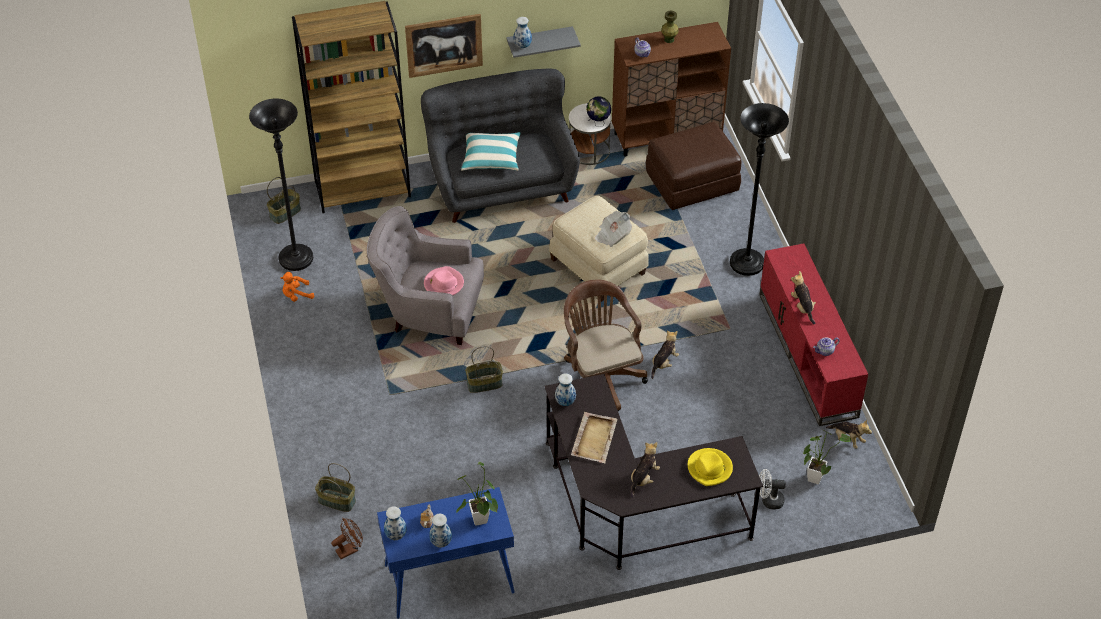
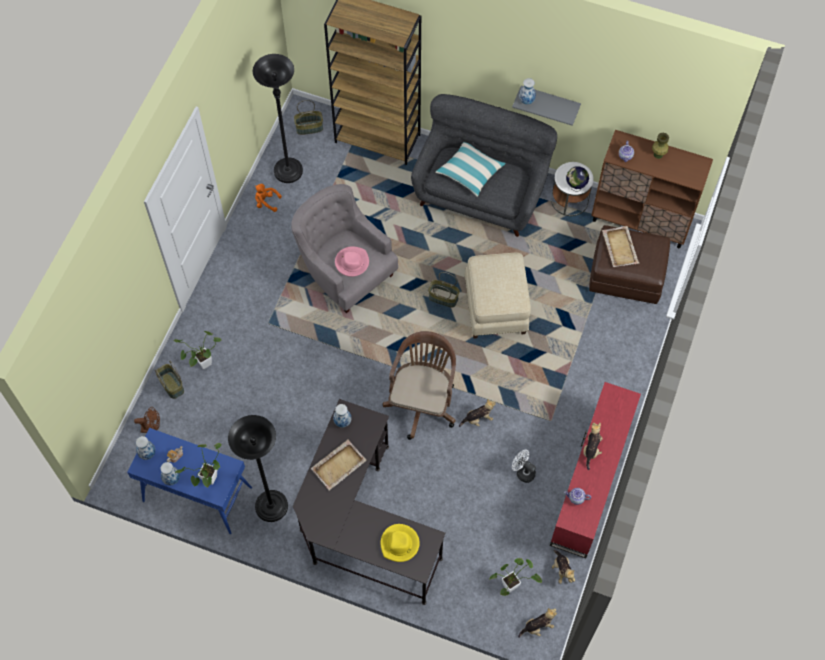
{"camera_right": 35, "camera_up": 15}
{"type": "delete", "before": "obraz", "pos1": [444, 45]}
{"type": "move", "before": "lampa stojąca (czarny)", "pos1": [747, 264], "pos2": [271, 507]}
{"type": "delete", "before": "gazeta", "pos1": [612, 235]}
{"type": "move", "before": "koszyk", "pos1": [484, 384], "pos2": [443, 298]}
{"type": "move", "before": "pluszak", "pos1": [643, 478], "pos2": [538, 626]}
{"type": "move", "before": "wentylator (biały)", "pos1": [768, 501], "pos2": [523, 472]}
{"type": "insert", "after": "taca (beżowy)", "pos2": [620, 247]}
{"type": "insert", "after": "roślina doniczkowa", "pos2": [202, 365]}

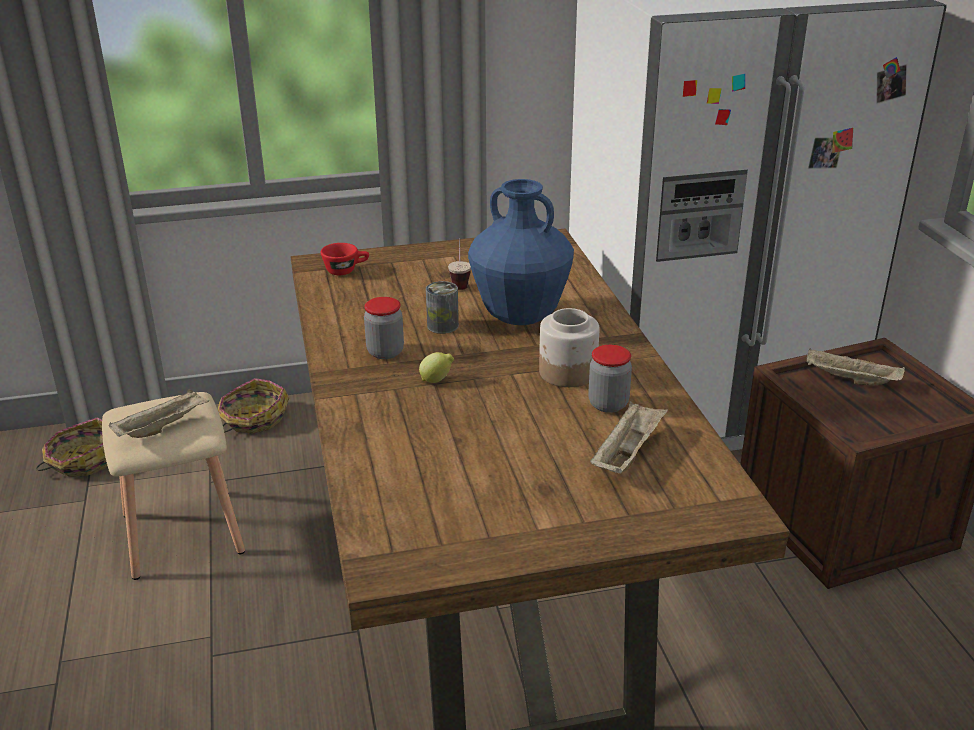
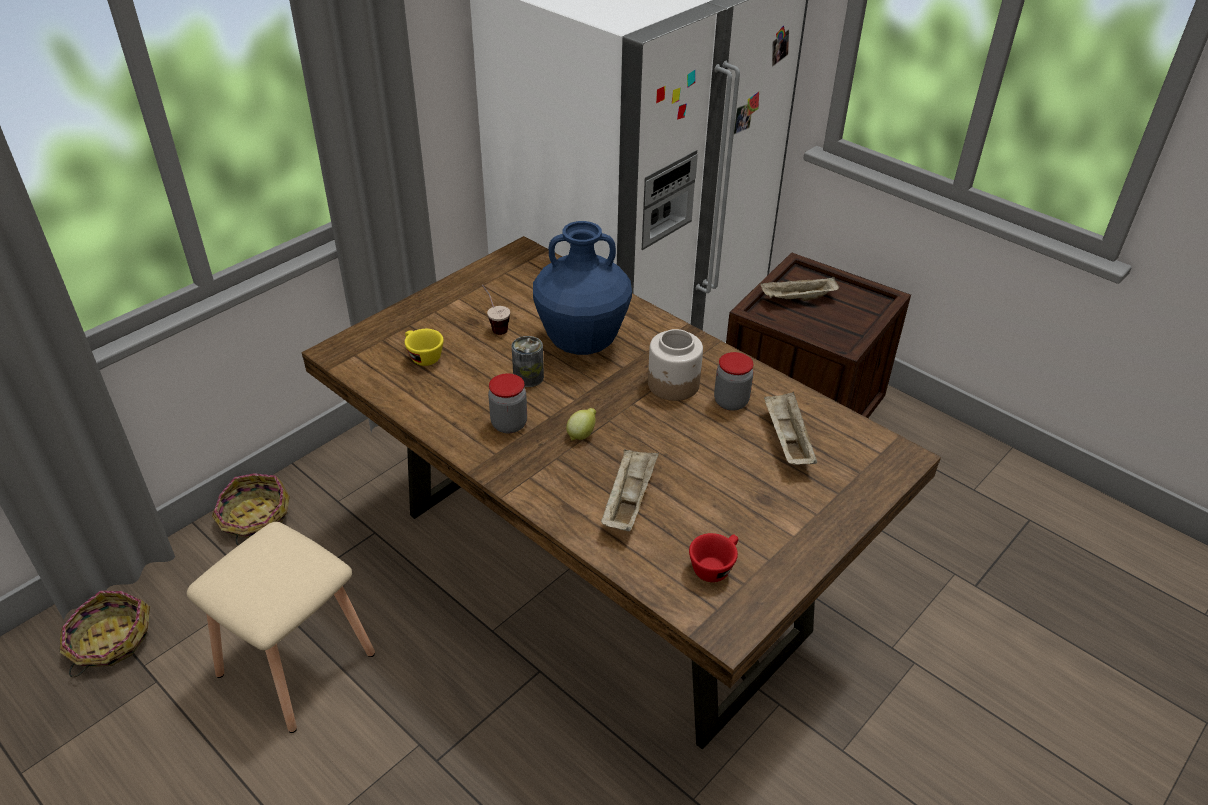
{"camera_right": -35, "camera_up": 10}
{"type": "move", "before": "filiżanka (czerwony)", "pos1": [346, 270], "pos2": [714, 566]}
{"type": "move", "before": "taca (beżowy)", "pos1": [163, 427], "pos2": [629, 500]}
{"type": "insert", "after": "filiżanka (żółty)", "pos2": [422, 356]}

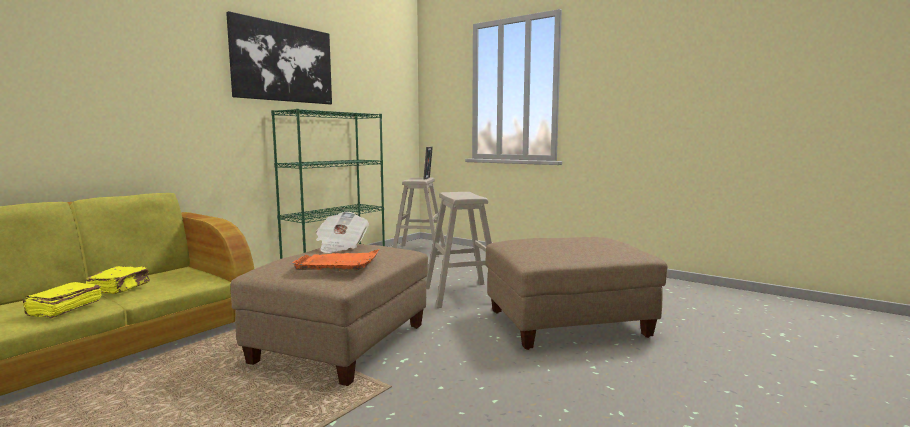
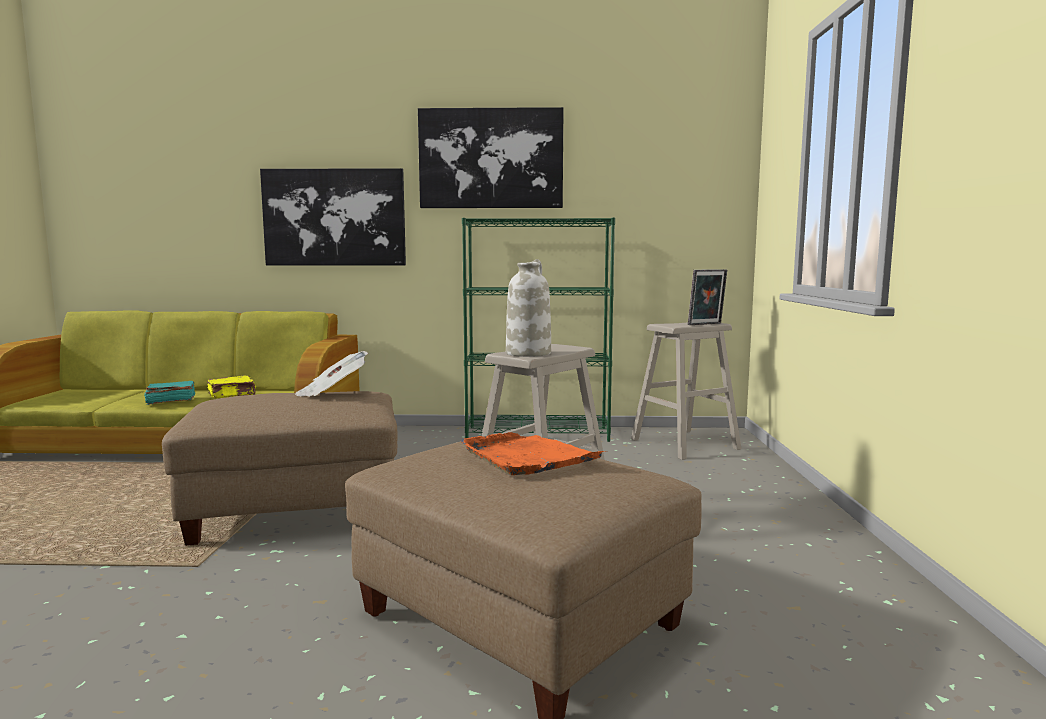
{"camera_right": 55, "camera_up": 0}
{"type": "move", "before": "taca (pomarańczowy)", "pos1": [338, 263], "pos2": [528, 457]}
{"type": "recolor", "before": "książka (żółty)", "after": "książka (turkusowy)", "pos1": [64, 309], "pos2": [170, 401]}
{"type": "insert", "after": "obraz", "pos2": [334, 217]}
{"type": "insert", "after": "wazon (biały)", "pos2": [528, 353]}

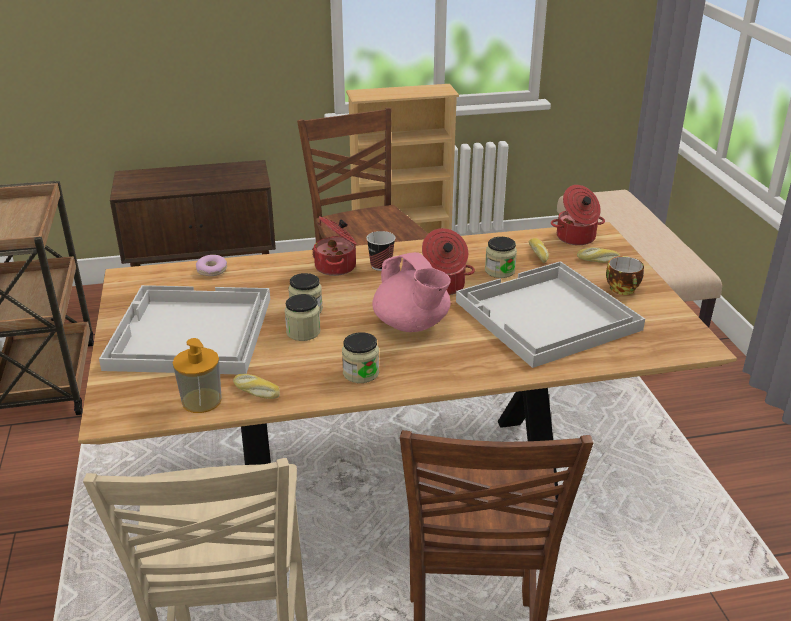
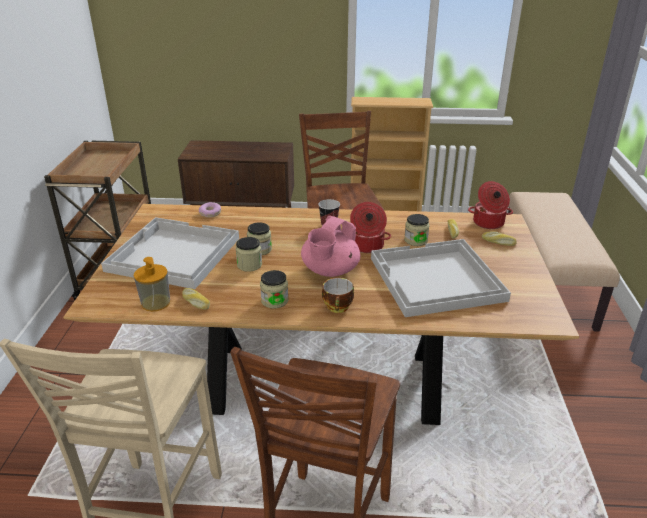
{"camera_right": 15, "camera_up": 0}
{"type": "delete", "before": "garnek", "pos1": [337, 267]}
{"type": "rotate", "before": "imbryk (różowy)", "pos1": [412, 325], "pos2": [330, 271], "turn": 45}
{"type": "move", "before": "filiżanka", "pos1": [624, 289], "pos2": [338, 307]}

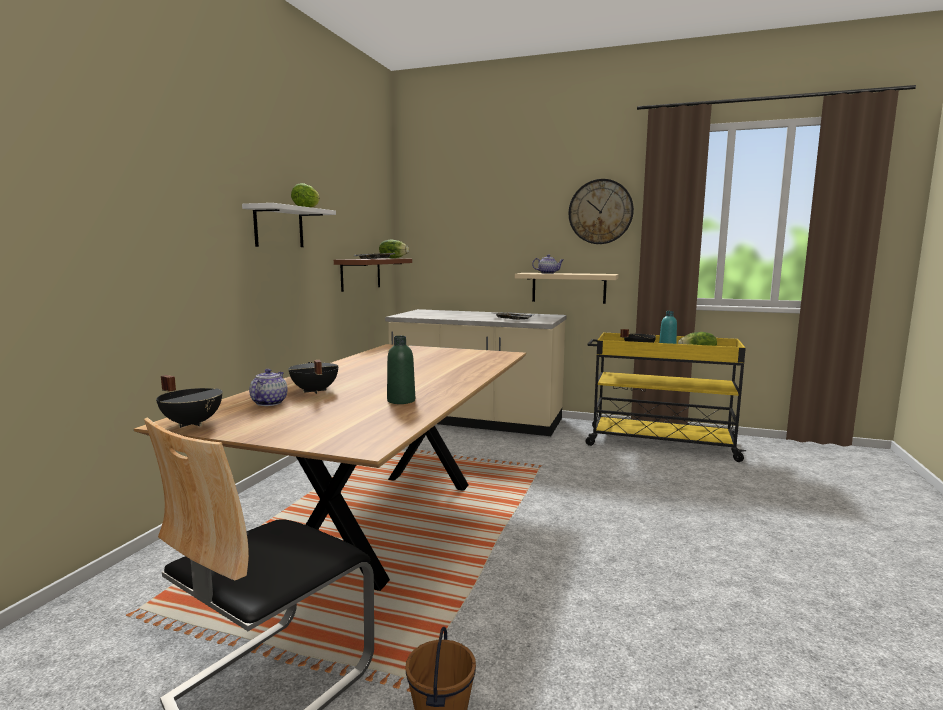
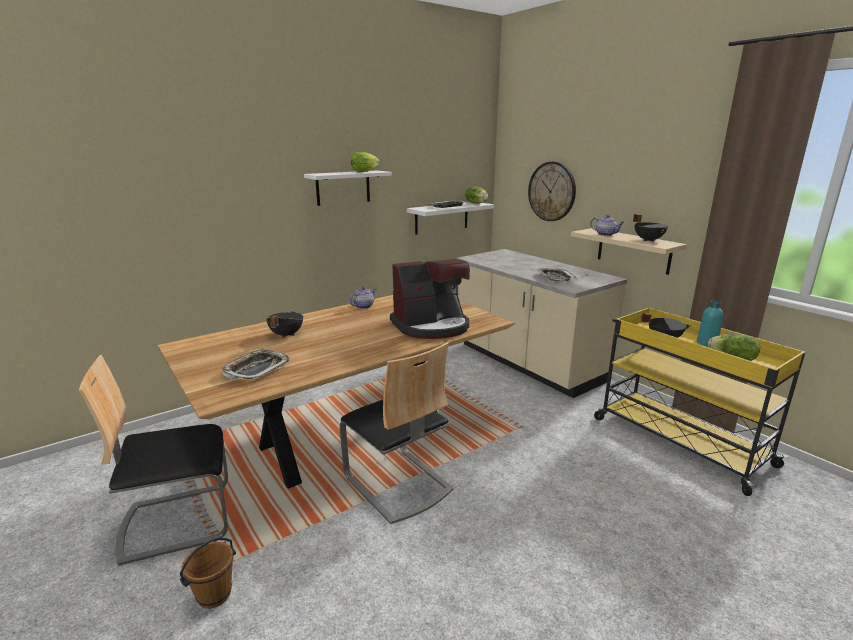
{"camera_right": 35, "camera_up": 10}
{"type": "move", "before": "zegar ścienny", "pos1": [600, 212], "pos2": [552, 191]}
{"type": "recolor", "before": "półka (brązowy)", "after": "półka (biały)", "pos1": [360, 274], "pos2": [441, 217]}
{"type": "delete", "before": "butelka (zielony)", "pos1": [401, 401]}
{"type": "move", "before": "imbryk", "pos1": [269, 403], "pos2": [364, 306]}
{"type": "move", "before": "garnek (czarny)", "pos1": [193, 423], "pos2": [648, 240]}
{"type": "insert", "after": "ekspres do kawy", "pos2": [431, 326]}
{"type": "insert", "after": "krzesło", "pos2": [397, 483]}
{"type": "insert", "after": "taca", "pos2": [257, 369]}

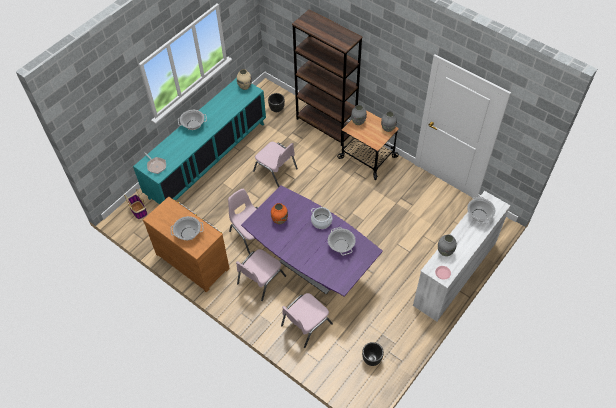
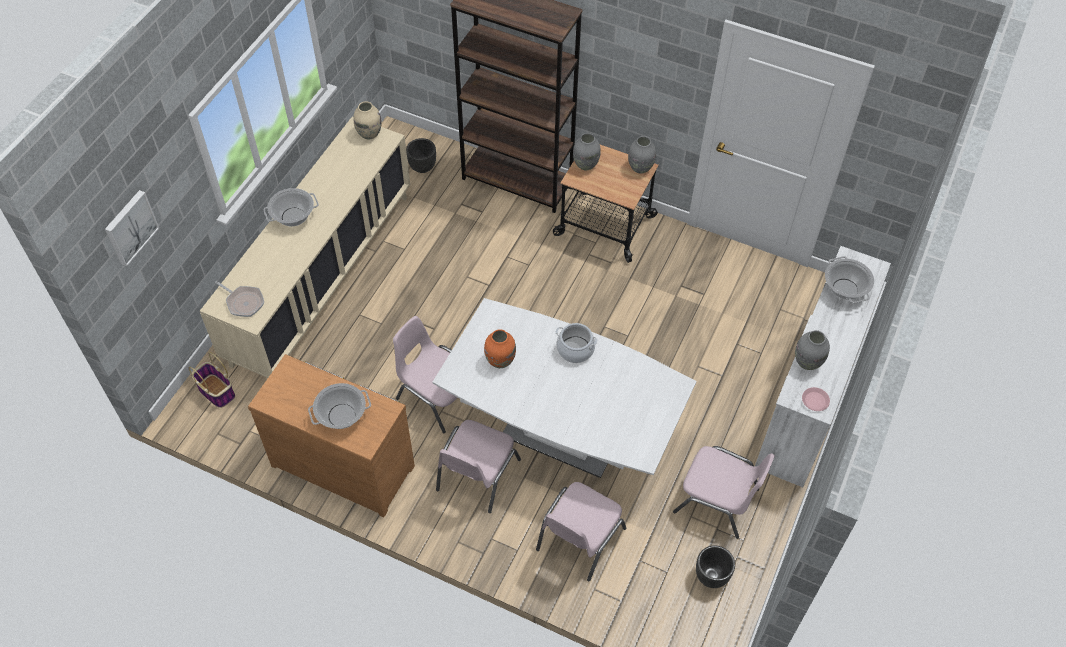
{"camera_right": -15, "camera_up": 0}
{"type": "recolor", "before": "szafka (turkusowy)", "after": "szafka (beżowy)", "pos1": [207, 160], "pos2": [321, 278]}
{"type": "move", "before": "krzesło (różowy)", "pos1": [276, 170], "pos2": [718, 501]}
{"type": "recolor", "before": "stół jadalny (fioletowy)", "after": "stół jadalny (biały)", "pos1": [311, 267], "pos2": [561, 436]}
{"type": "delete", "before": "garnek", "pos1": [341, 246]}
{"type": "insert", "after": "obraz", "pos2": [130, 227]}

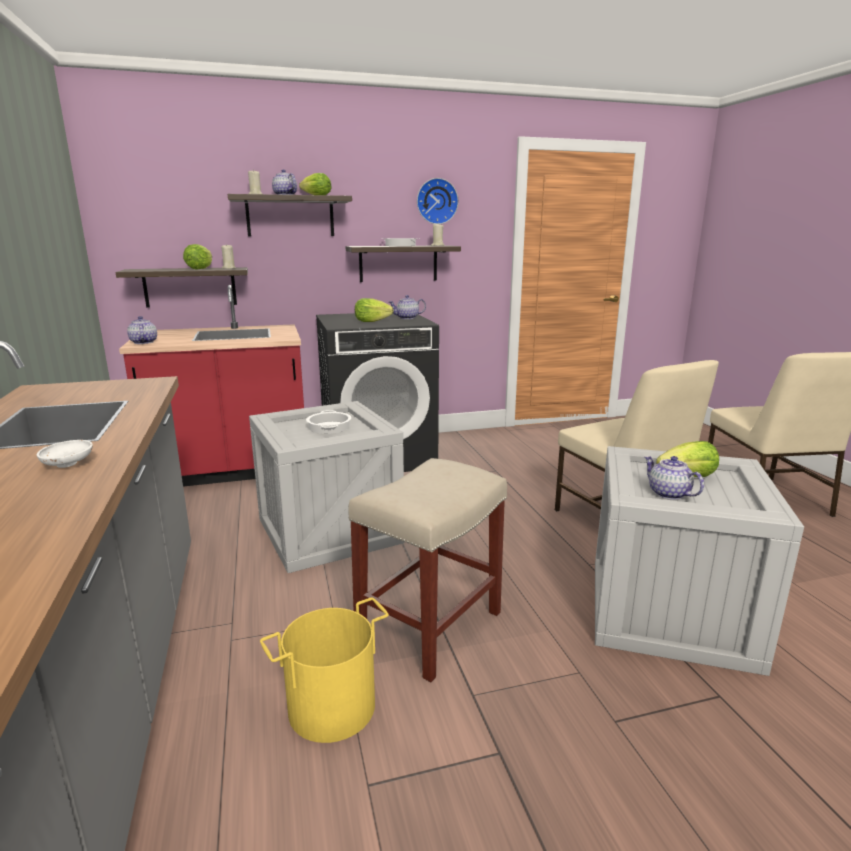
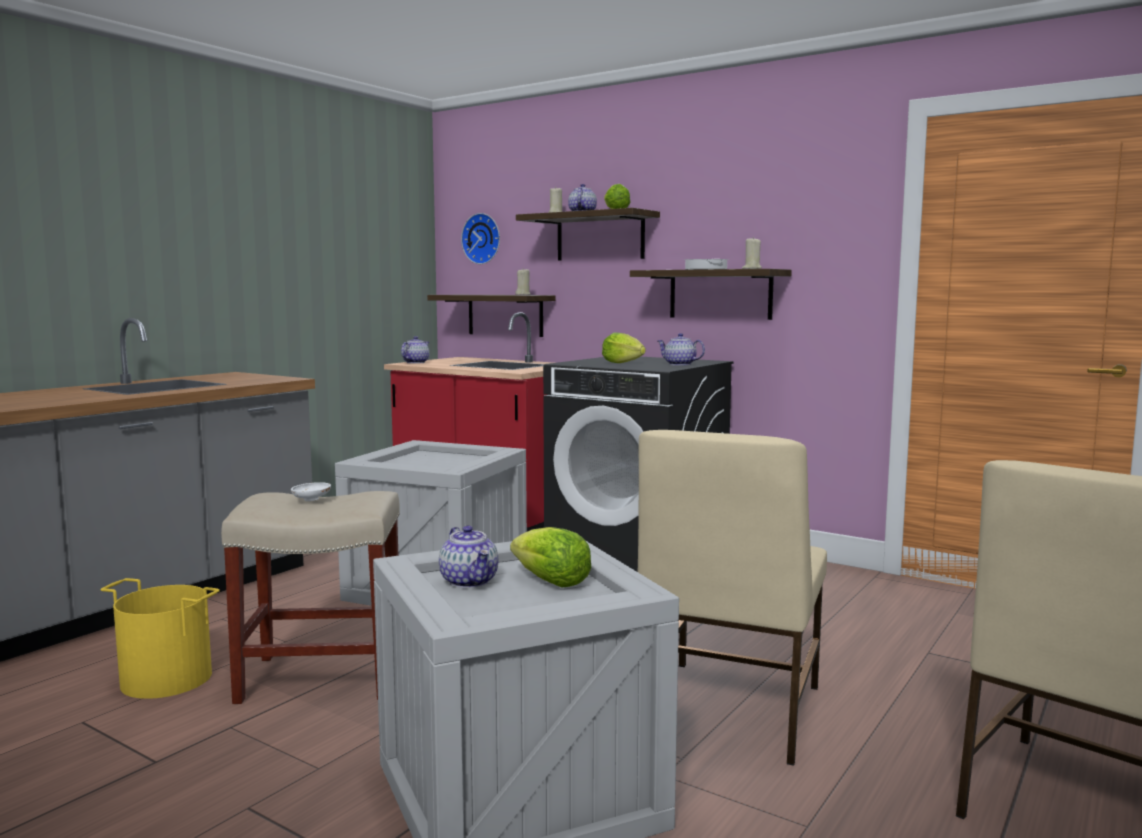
{"camera_right": 50, "camera_up": -10}
{"type": "move", "before": "zegar ścienny", "pos1": [436, 201], "pos2": [483, 239]}
{"type": "delete", "before": "sałata", "pos1": [200, 269]}
{"type": "delete", "before": "garnek", "pos1": [329, 427]}
{"type": "move", "before": "miska (biały)", "pos1": [68, 464], "pos2": [311, 500]}
{"type": "rotate", "before": "imbryk", "pos1": [668, 494], "pos2": [470, 581], "turn": 135}

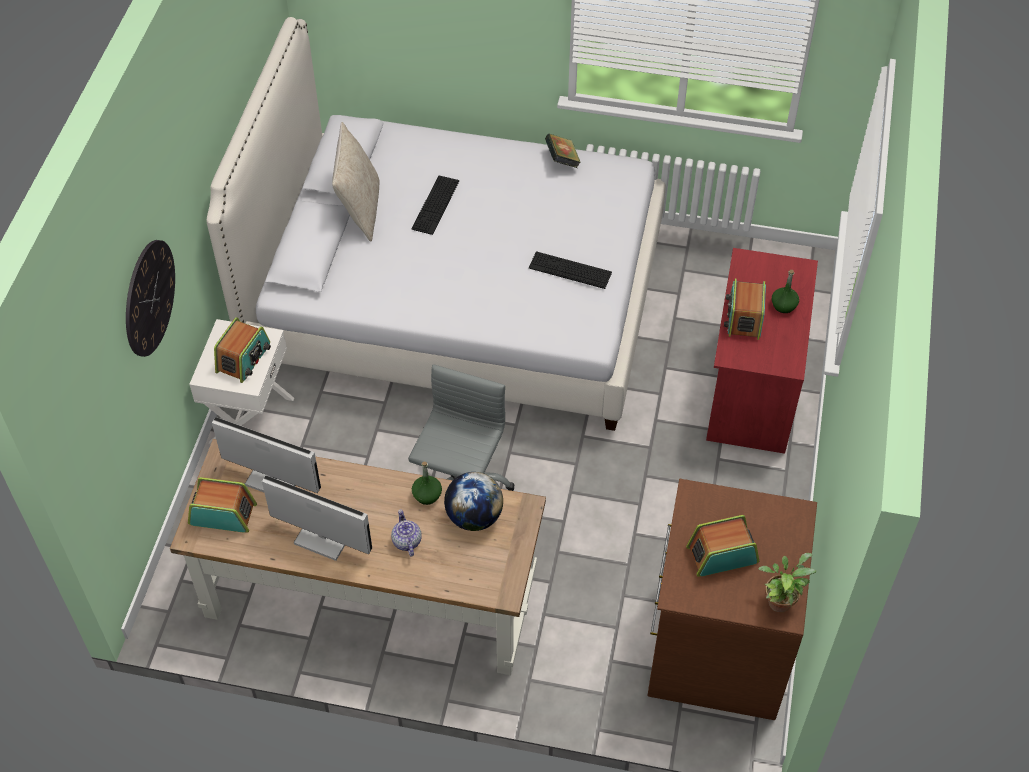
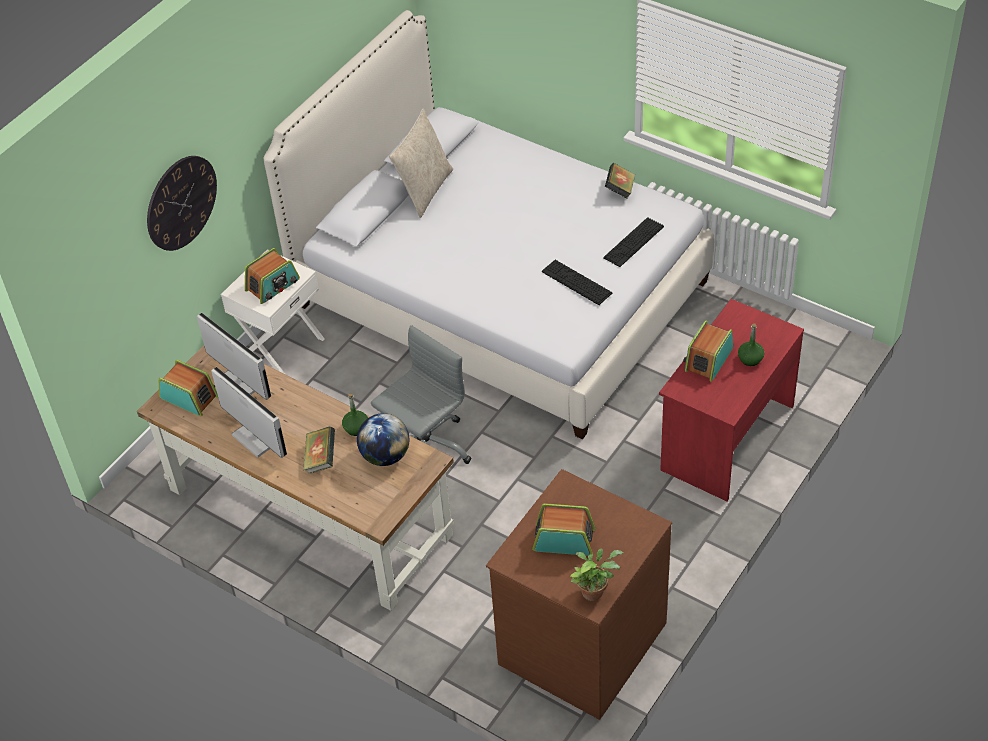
{"camera_right": 25, "camera_up": -5}
{"type": "move", "before": "klawiatura", "pos1": [435, 205], "pos2": [633, 242]}
{"type": "replace", "before": "imbryk", "after": "książka", "pos1": [406, 541], "pos2": [321, 459]}

